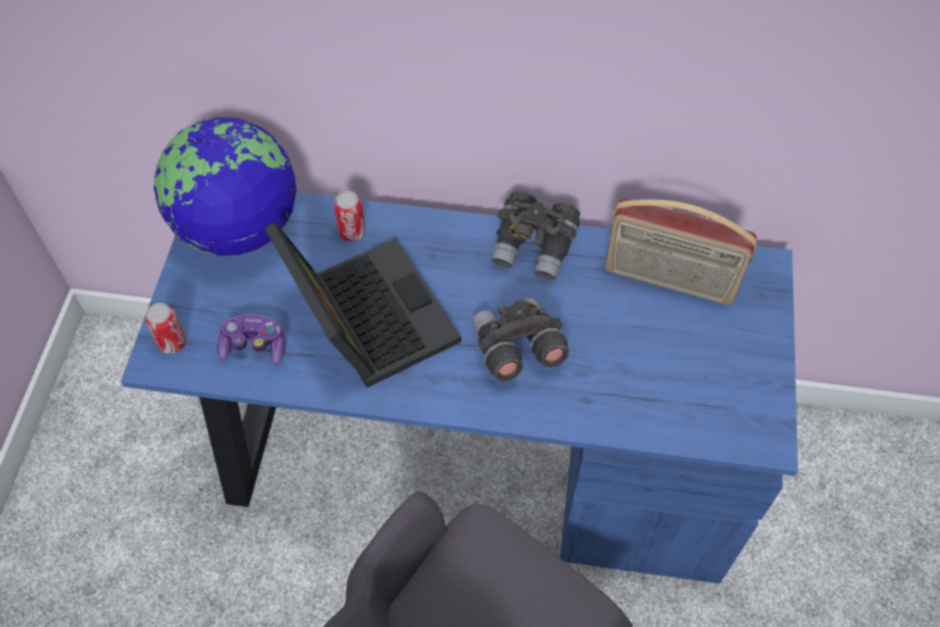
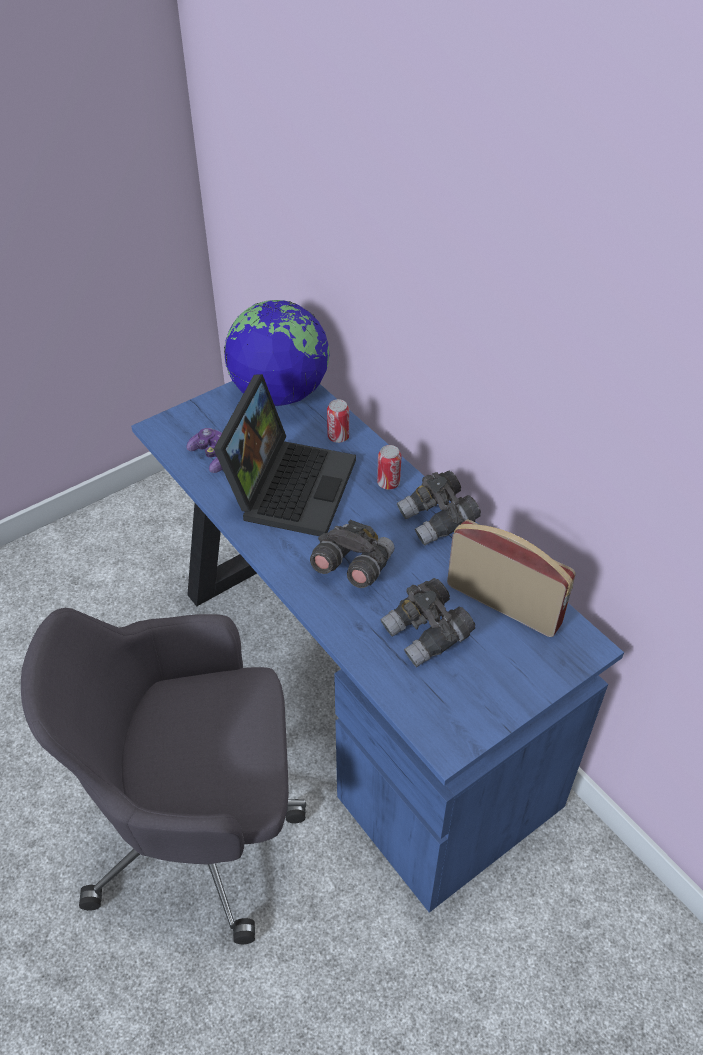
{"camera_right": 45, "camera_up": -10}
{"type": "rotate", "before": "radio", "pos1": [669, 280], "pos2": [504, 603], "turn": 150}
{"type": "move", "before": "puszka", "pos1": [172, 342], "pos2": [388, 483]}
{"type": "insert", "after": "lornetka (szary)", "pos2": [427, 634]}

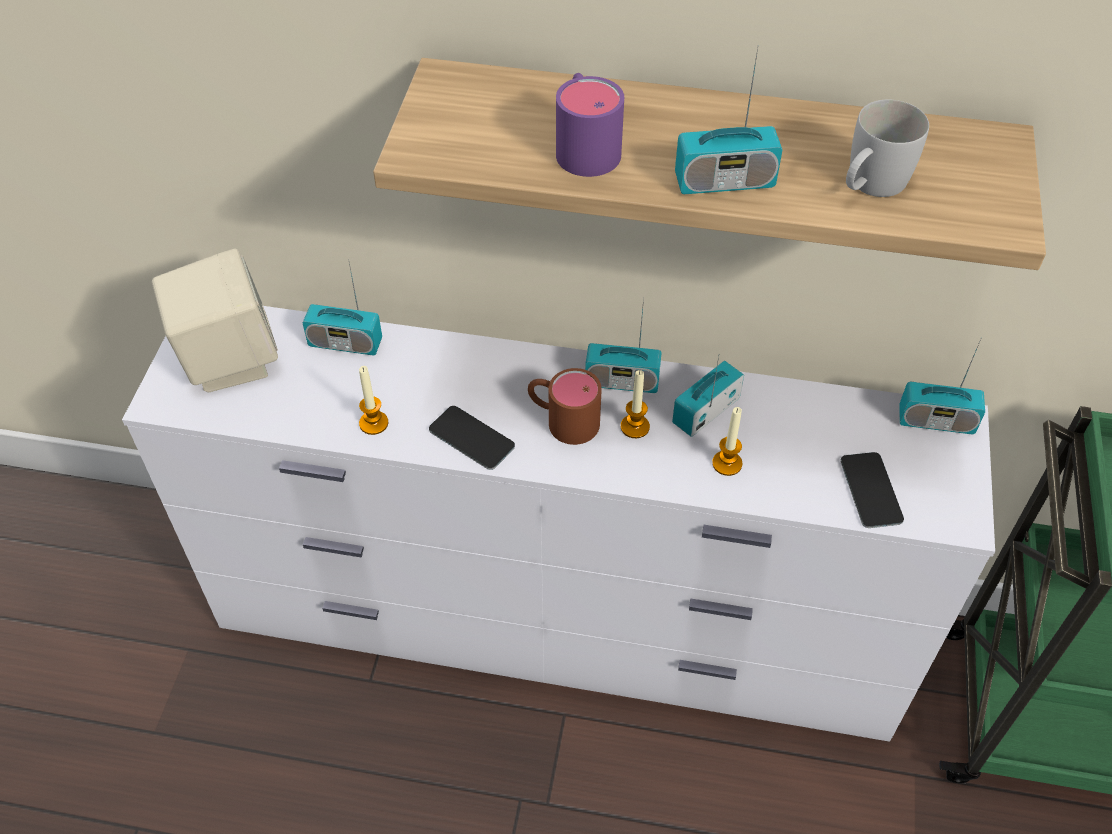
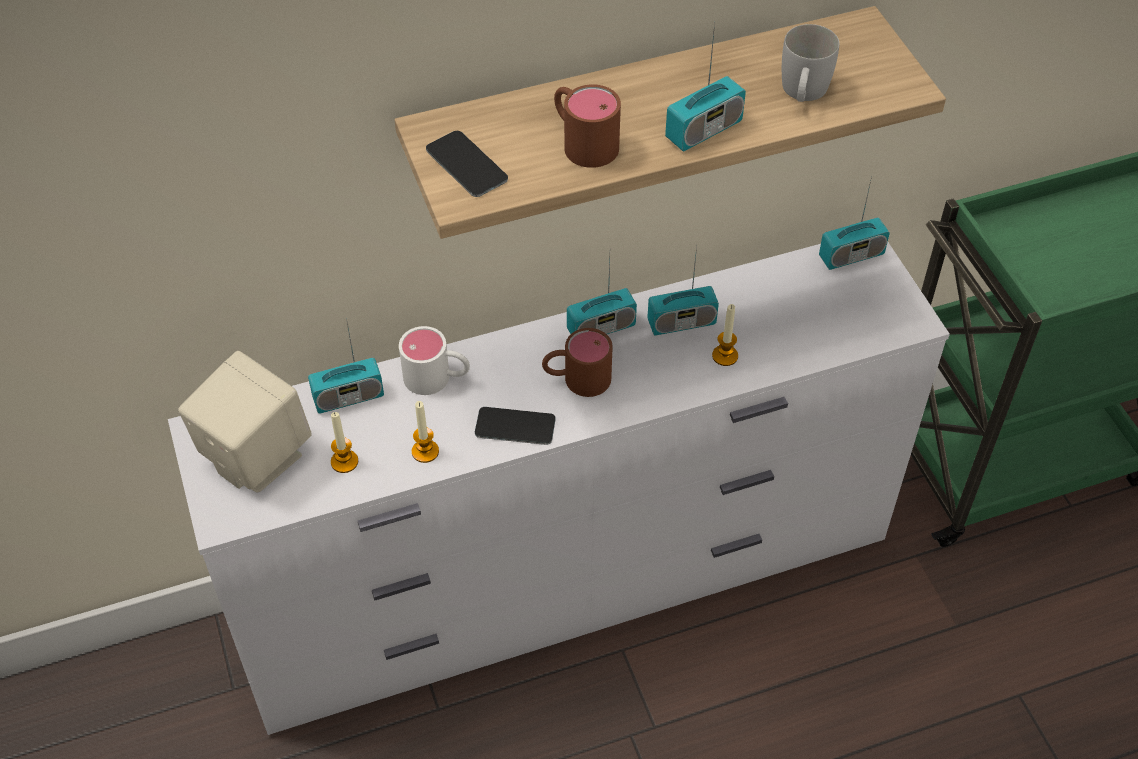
{"camera_right": -30, "camera_up": 0}
{"type": "recolor", "before": "kubek (fioletowy)", "after": "kubek (brązowy)", "pos1": [585, 145], "pos2": [582, 141]}
{"type": "rotate", "before": "radio", "pos1": [705, 411], "pos2": [681, 323], "turn": -120}
{"type": "move", "before": "świeca", "pos1": [635, 427], "pos2": [344, 462]}
{"type": "move", "before": "telefon", "pos1": [871, 490], "pos2": [466, 164]}
{"type": "insert", "after": "kubek (biały)", "pos2": [437, 378]}

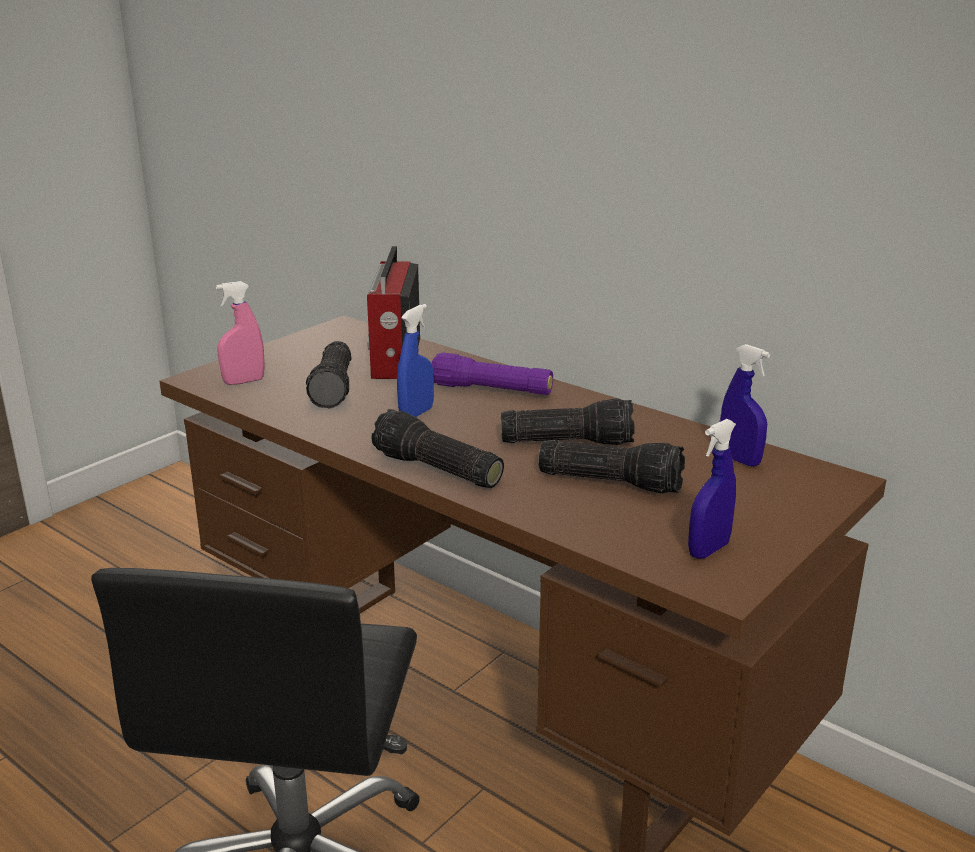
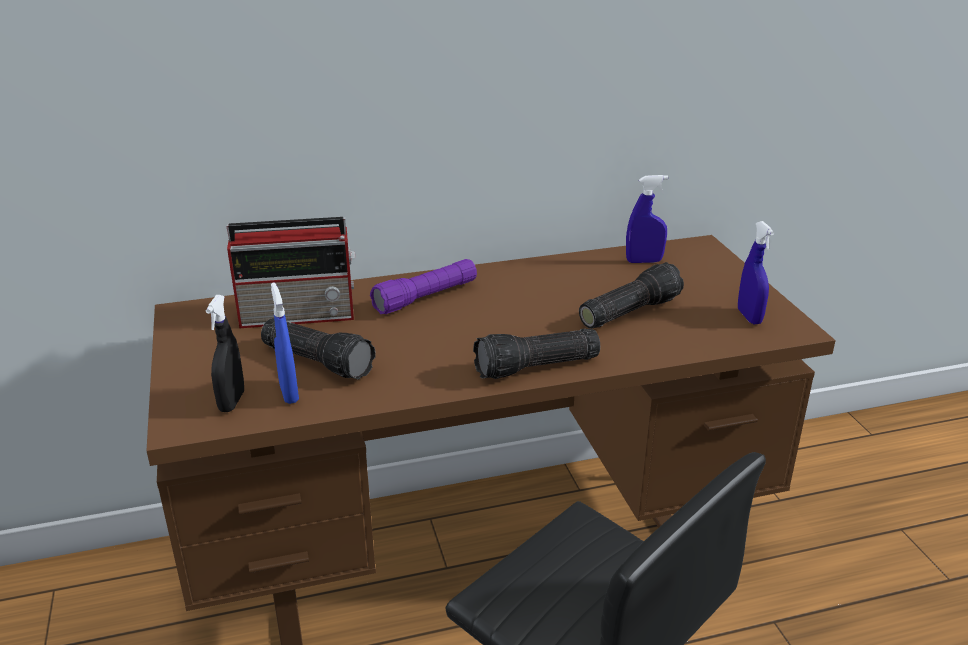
{"camera_right": -55, "camera_up": 5}
{"type": "rotate", "before": "radio", "pos1": [394, 359], "pos2": [300, 314], "turn": -45}
{"type": "recolor", "before": "spryskiwacz (różowy)", "after": "spryskiwacz (czarny)", "pos1": [244, 381], "pos2": [232, 402]}
{"type": "move", "before": "spryskiwacz (niebieski)", "pos1": [416, 413], "pos2": [289, 393]}
{"type": "delete", "before": "latarka", "pos1": [568, 441]}

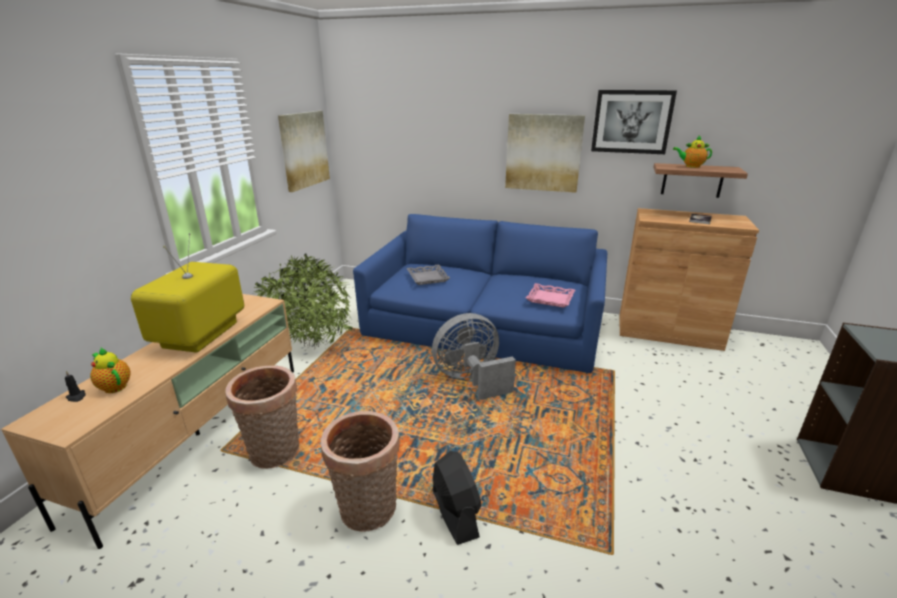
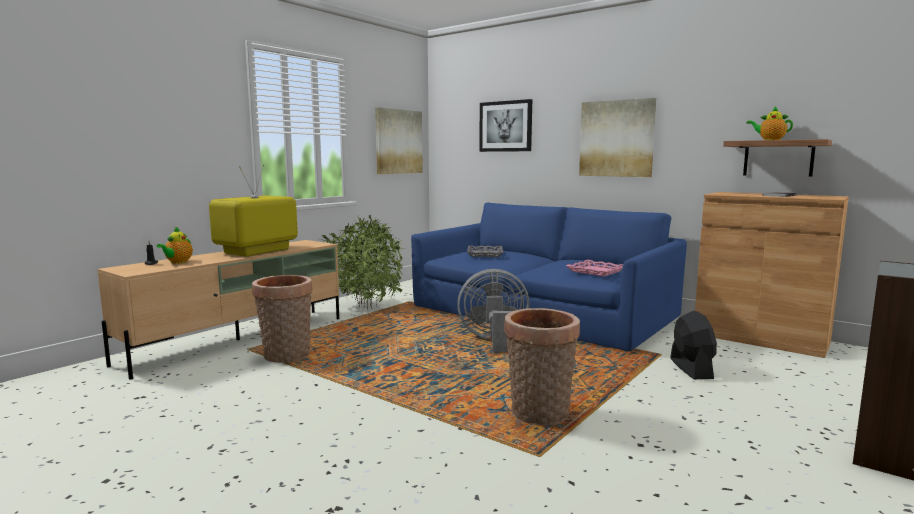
{"camera_right": 20, "camera_up": -15}
{"type": "move", "before": "obraz", "pos1": [631, 122], "pos2": [505, 126]}
{"type": "rotate", "before": "imbryk", "pos1": [114, 386], "pos2": [177, 262], "turn": -135}
{"type": "move", "before": "koszyk", "pos1": [367, 512], "pos2": [539, 415]}
{"type": "move", "before": "wentylator (czarny)", "pos1": [455, 513], "pos2": [691, 368]}

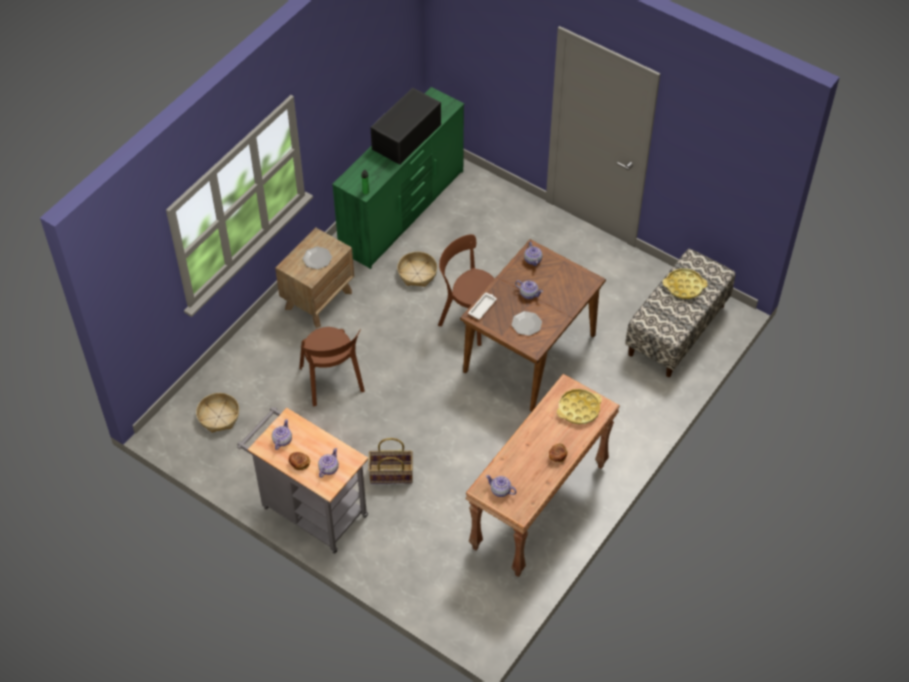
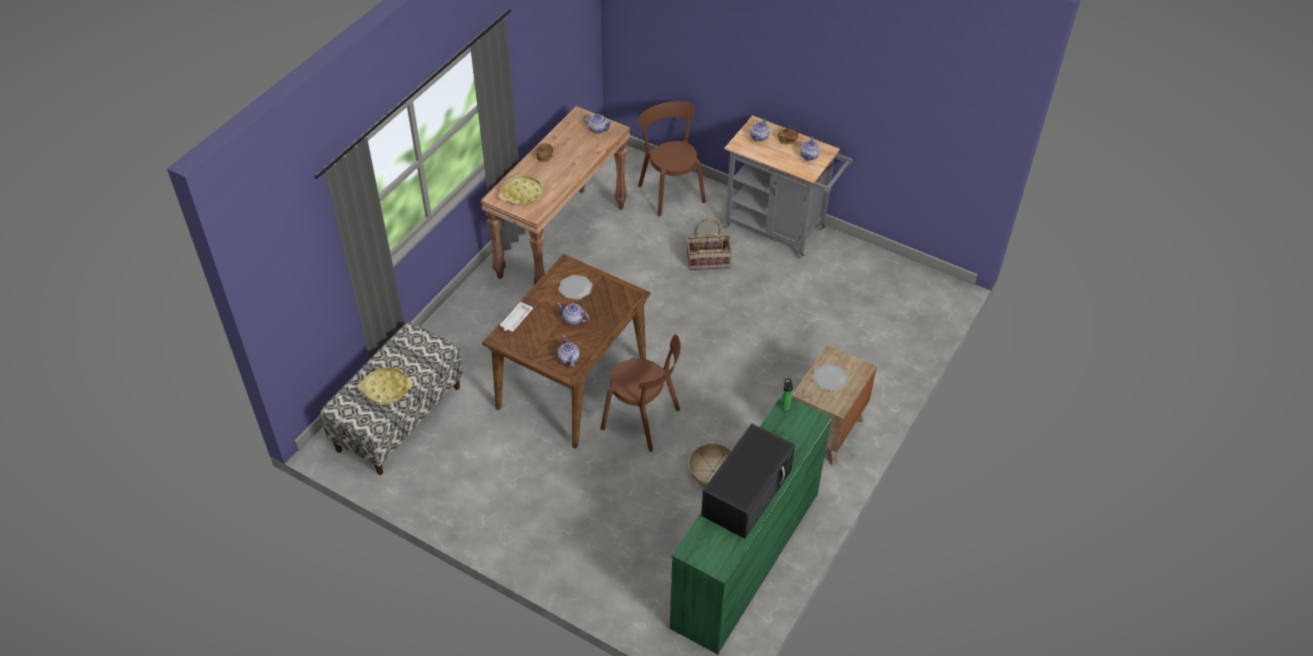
{"camera_right": 175, "camera_up": -5}
{"type": "move", "before": "taca (biały)", "pos1": [482, 307], "pos2": [516, 319]}
{"type": "move", "before": "krzesło (brązowy)", "pos1": [332, 382], "pos2": [670, 191]}
{"type": "delete", "before": "koszyk", "pos1": [218, 416]}

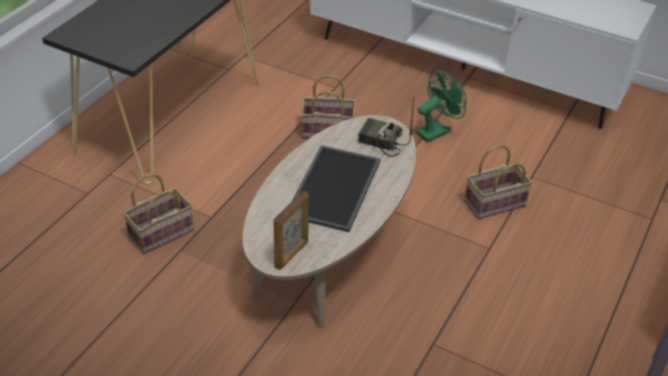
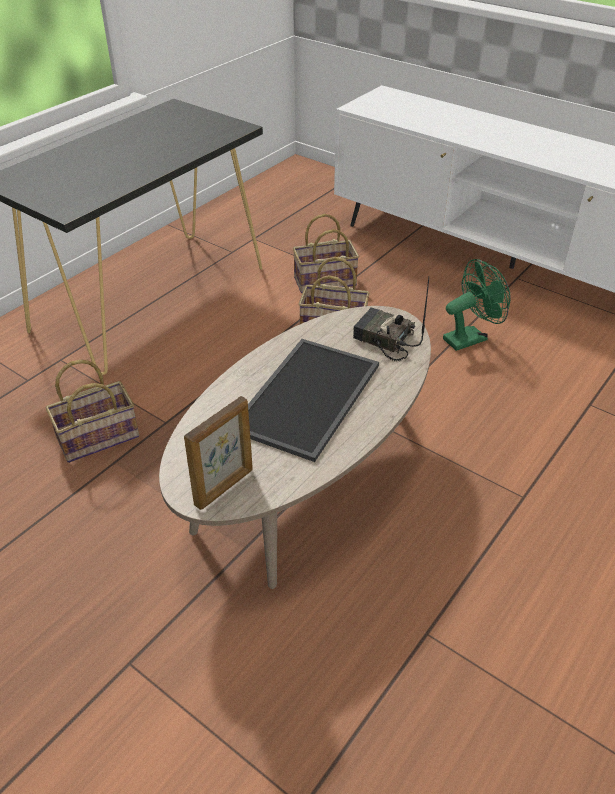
{"camera_right": 10, "camera_up": 0}
{"type": "move", "before": "koszyk", "pos1": [494, 204], "pos2": [323, 282]}

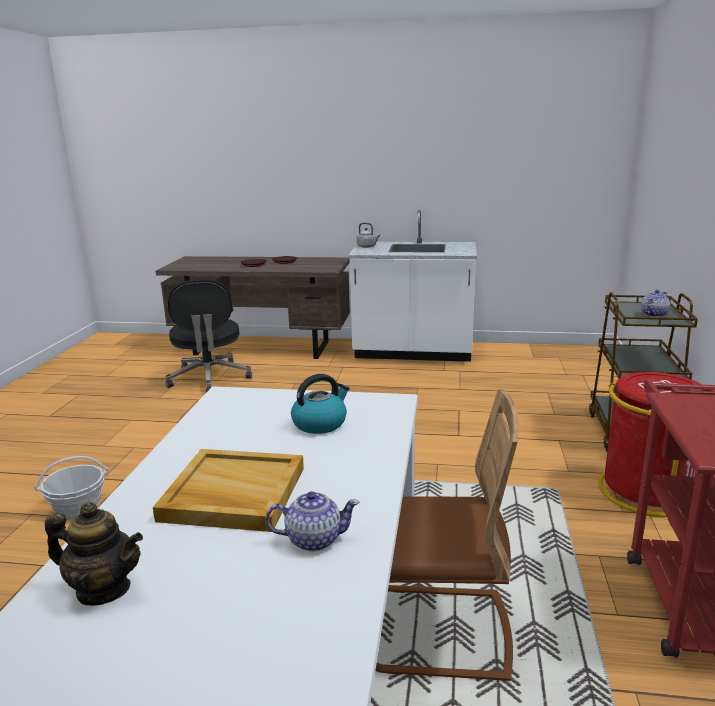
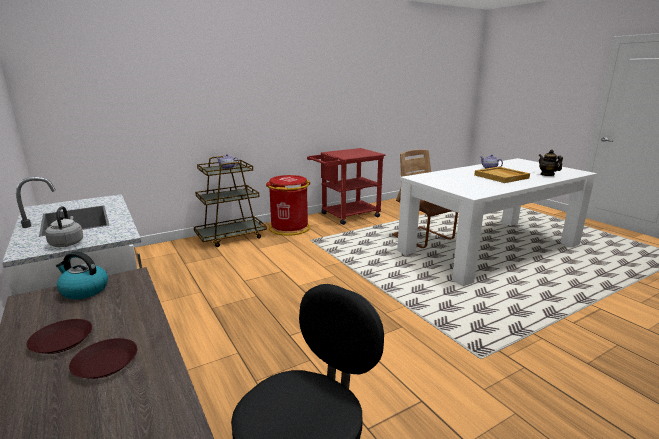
{"camera_right": -130, "camera_up": 0}
{"type": "move", "before": "czajnik", "pos1": [320, 423], "pos2": [84, 290]}
{"type": "delete", "before": "koszyk", "pos1": [78, 508]}

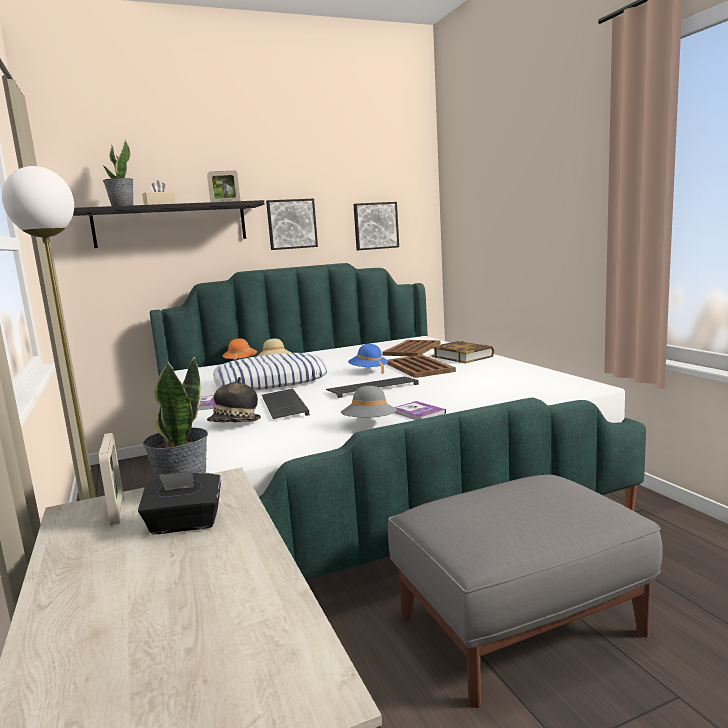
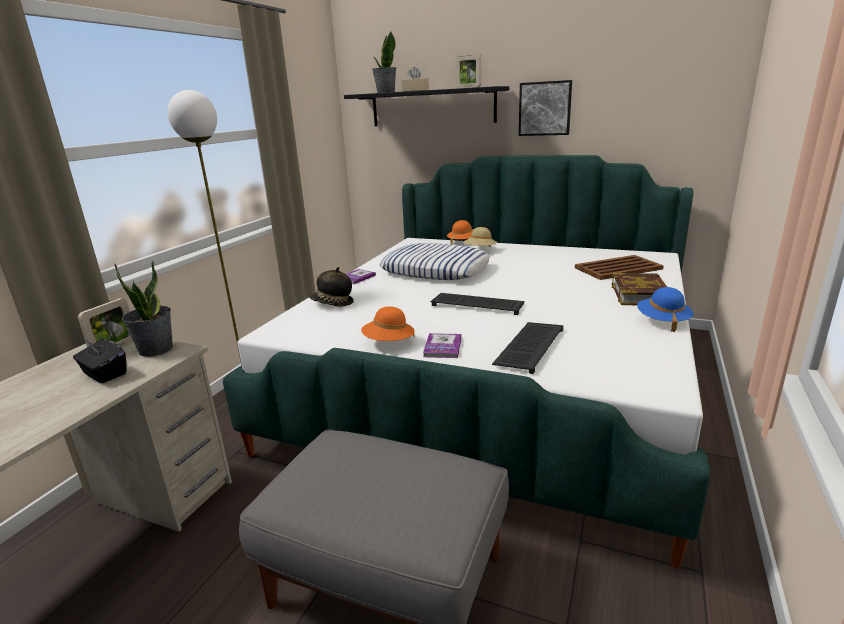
{"camera_right": 45, "camera_up": 10}
{"type": "delete", "before": "obraz", "pos1": [375, 226]}
{"type": "move", "before": "kapelusz (niebieski)", "pos1": [368, 371], "pos2": [662, 321]}
{"type": "delete", "before": "taca (brązowy)", "pos1": [419, 367]}
{"type": "recolor", "before": "kapelusz (szary)", "after": "kapelusz (pomarańczowy)", "pos1": [369, 424], "pos2": [388, 342]}
{"type": "move", "before": "klawiatura", "pos1": [283, 406], "pos2": [529, 347]}

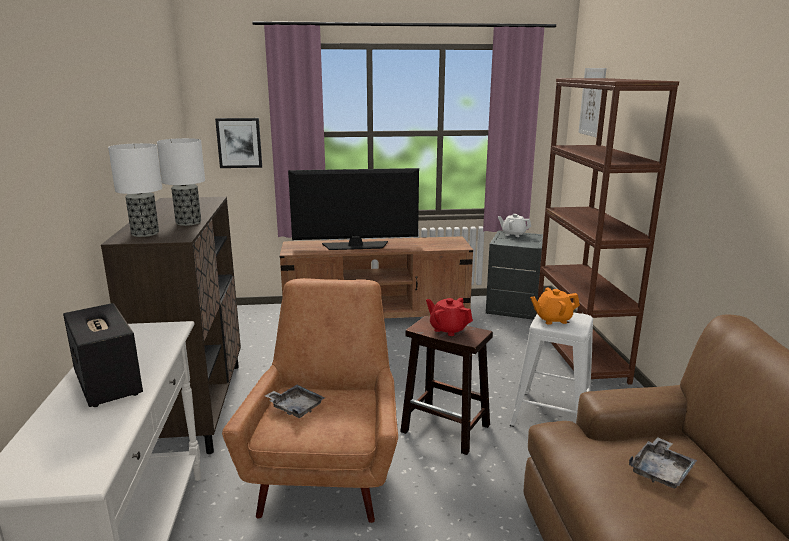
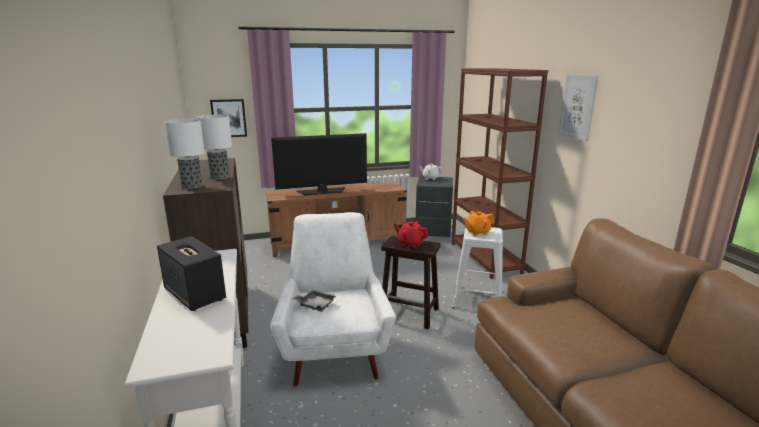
{"camera_right": -10, "camera_up": 0}
{"type": "move", "before": "obraz", "pos1": [592, 102], "pos2": [577, 106]}
{"type": "recolor", "before": "fotel (brązowy)", "after": "fotel (biały)", "pos1": [327, 469], "pos2": [334, 348]}
{"type": "delete", "before": "taca (szary)", "pos1": [661, 471]}

